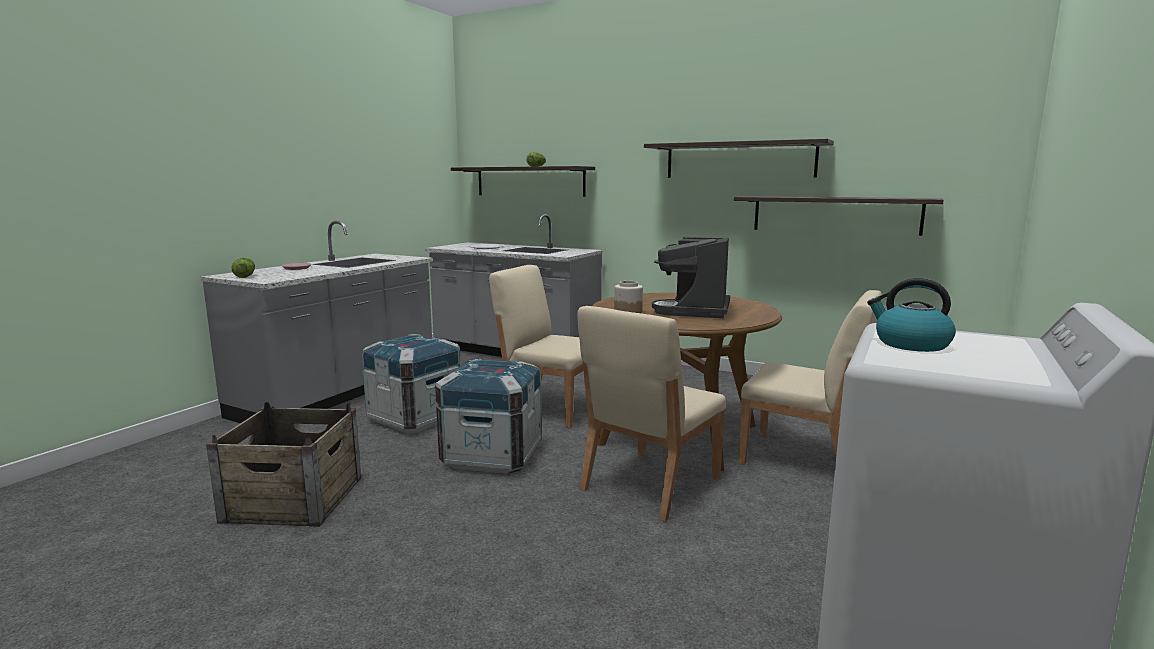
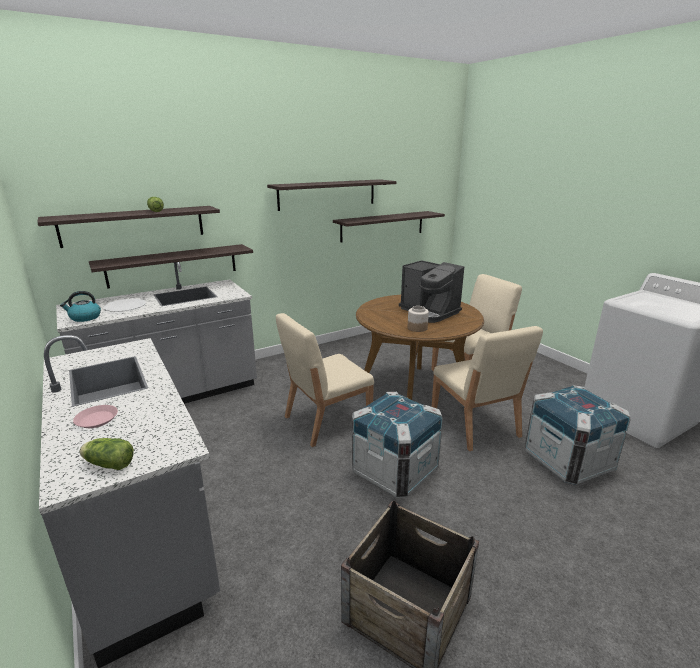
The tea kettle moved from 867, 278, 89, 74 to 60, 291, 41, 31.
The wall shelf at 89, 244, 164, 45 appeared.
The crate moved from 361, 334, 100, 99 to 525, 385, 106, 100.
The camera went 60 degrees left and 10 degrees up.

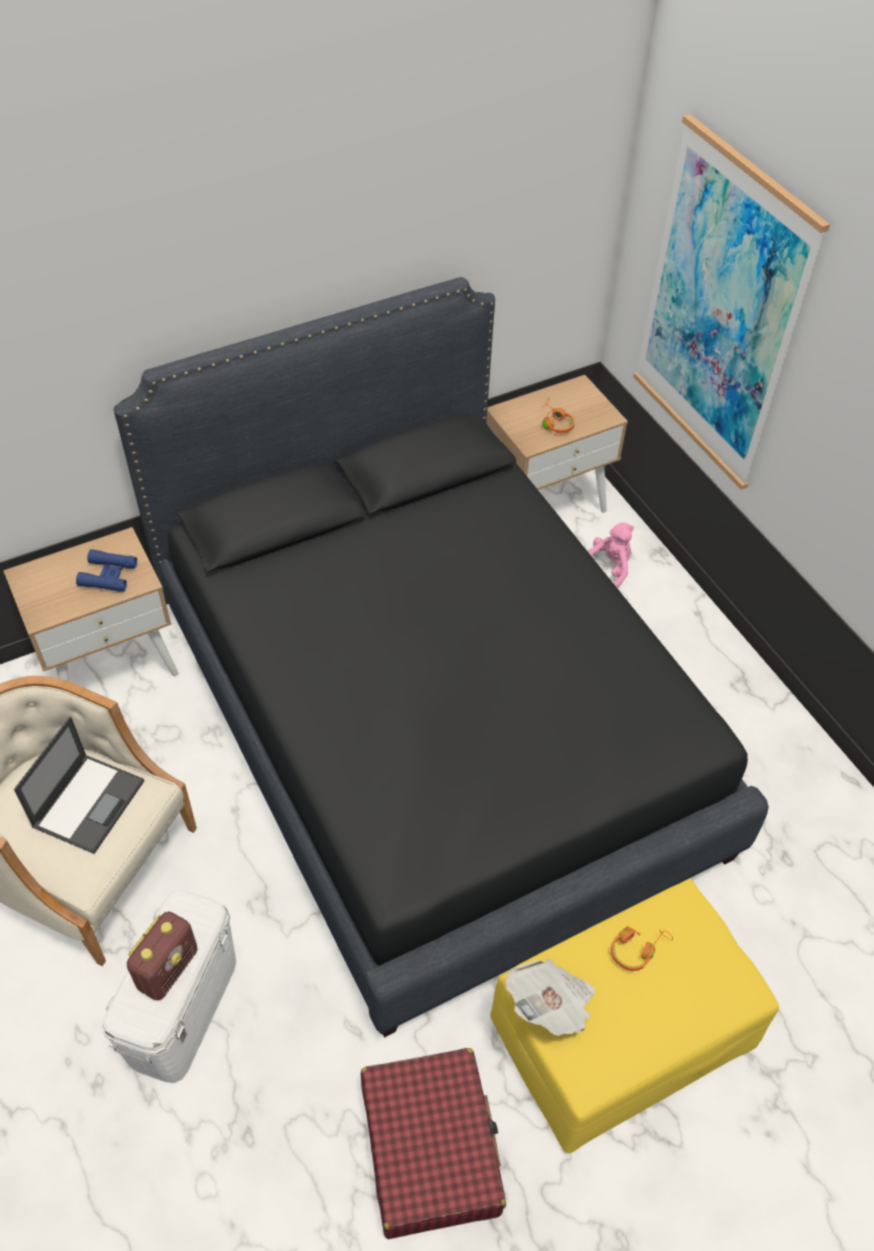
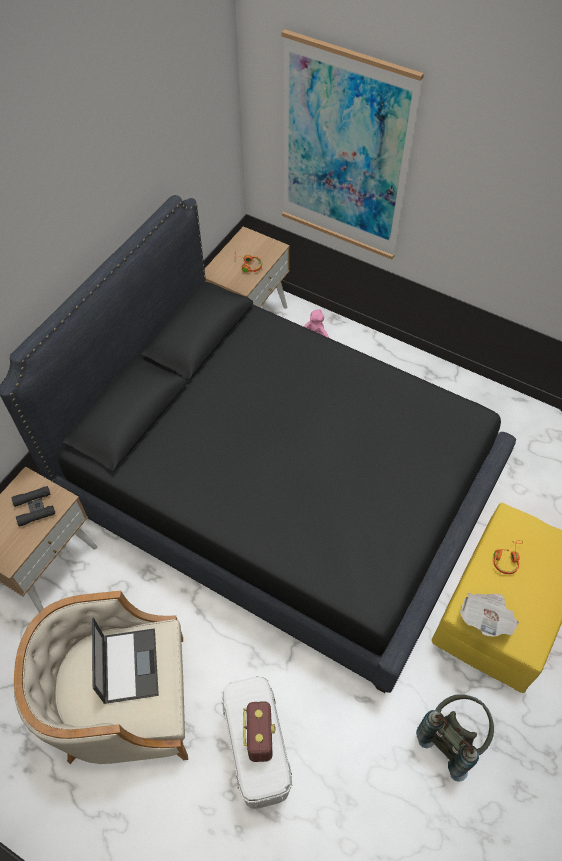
The bluish pair of binoculars at 76, 549, 61, 43 became the black pair of binoculars at 11, 486, 44, 41.
The reddish travel case at 361, 1048, 145, 191 was replaced by the grey rucksack at 416, 694, 78, 88.
The camera went 30 degrees left and 5 degrees up.

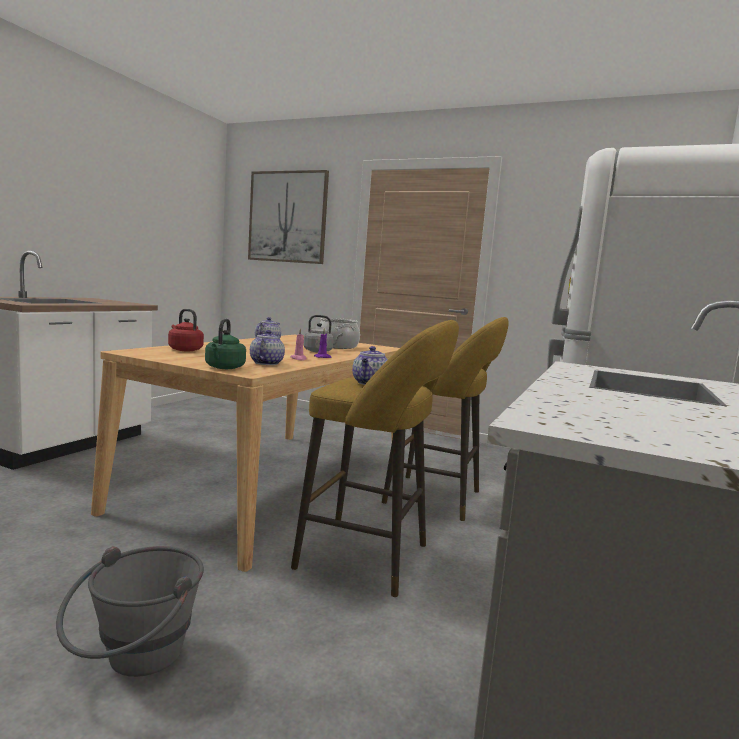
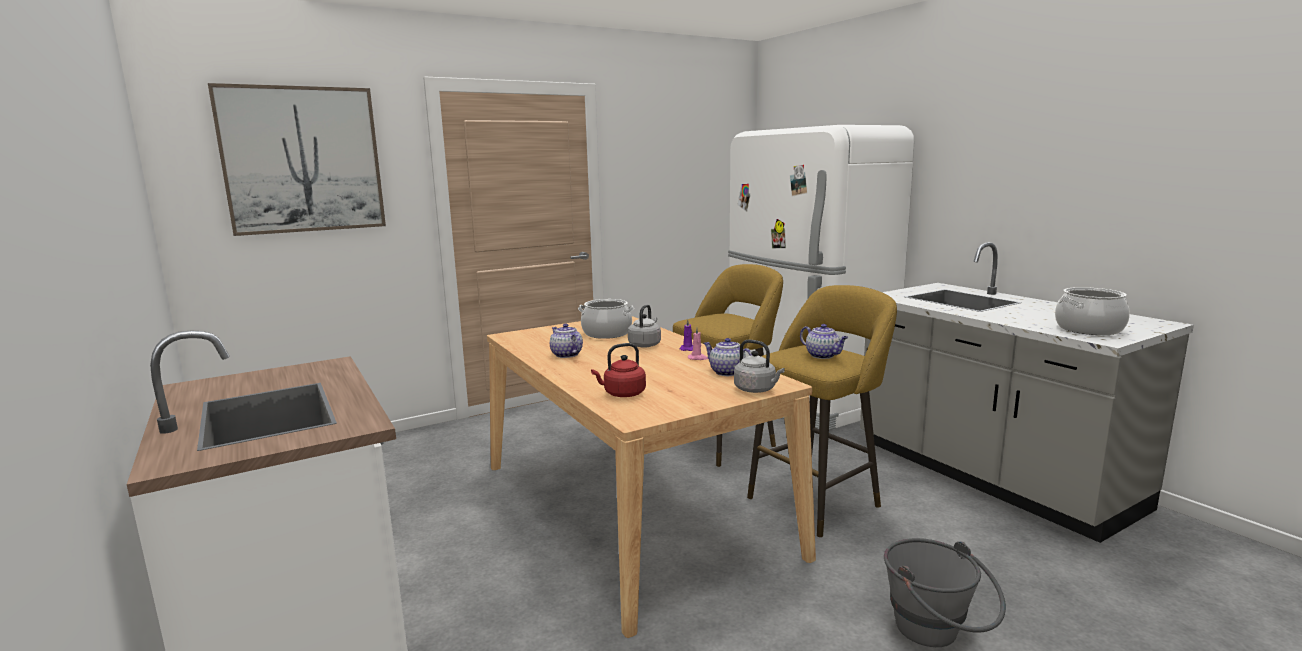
The green-coloured tea kettle at 205, 319, 41, 50 became the grey tea kettle at 734, 340, 51, 53.
The cooking pot at 1055, 287, 75, 48 appeared.
The camera went 55 degrees left and 5 degrees up.

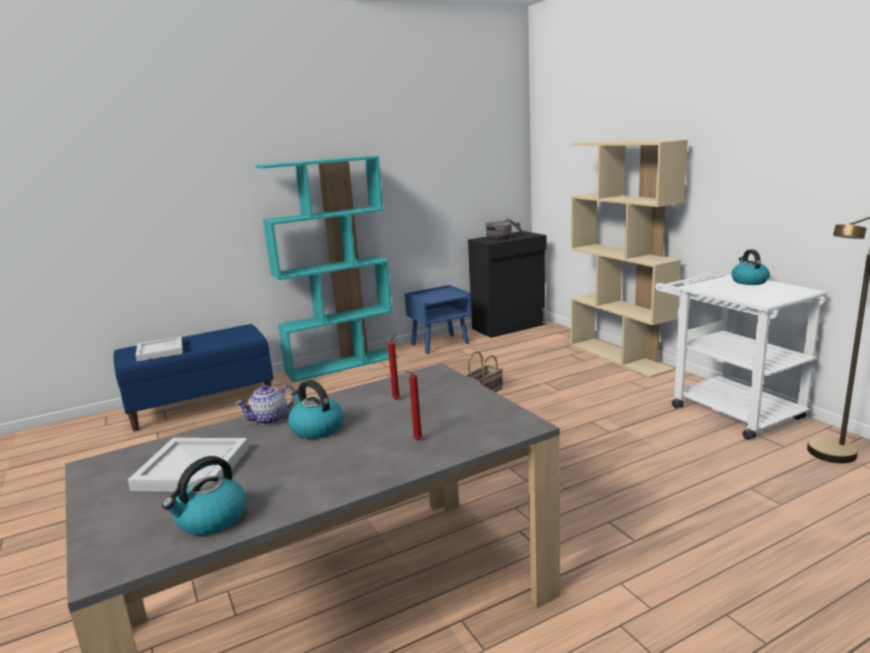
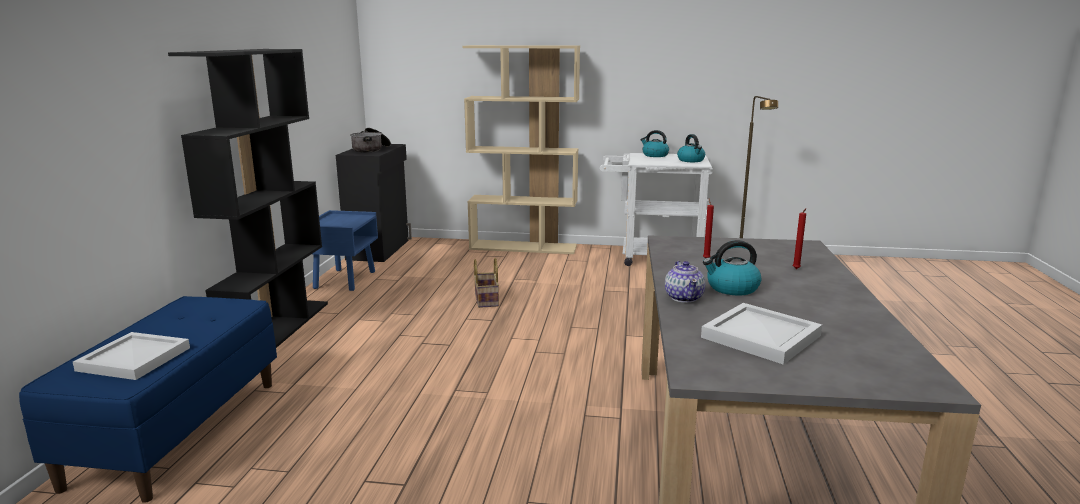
The turquoise-coloured shelving unit at 255, 156, 137, 226 became the black shelving unit at 168, 49, 160, 299.
The tea kettle moved from 162, 456, 84, 80 to 677, 134, 28, 28.
The camera went 55 degrees left and 0 degrees up.

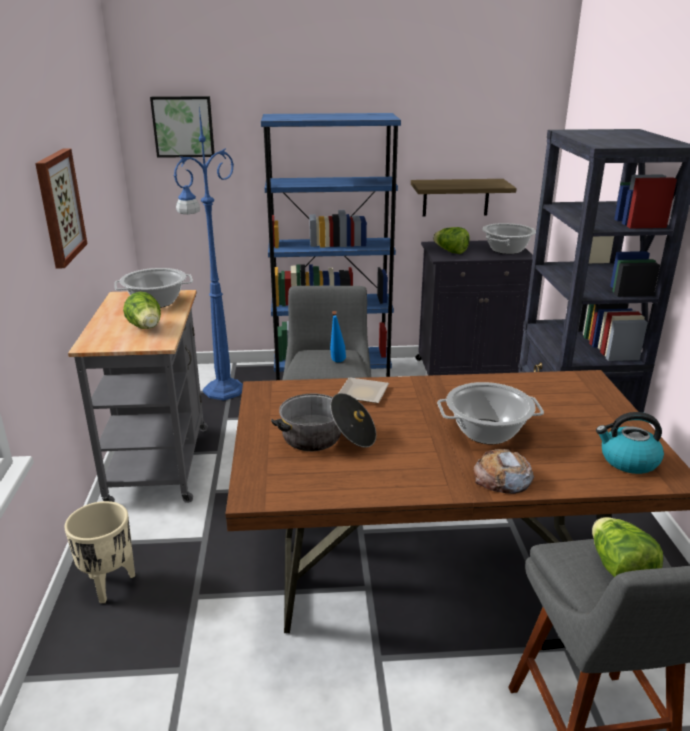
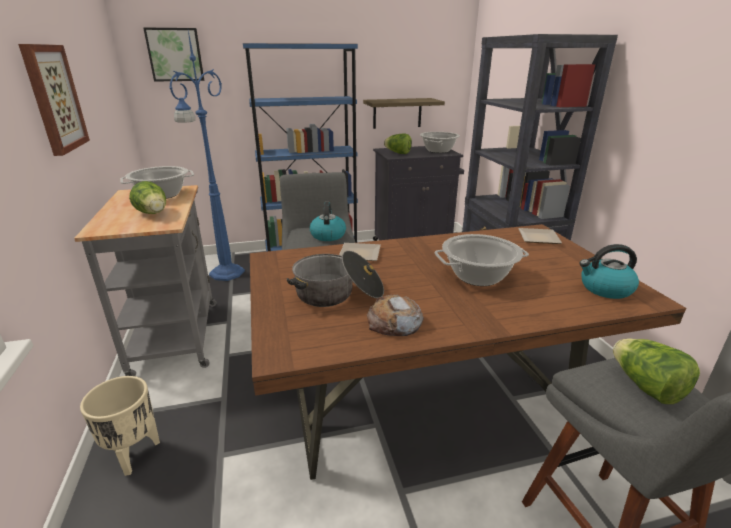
The bluish drink bottle at 330, 311, 16, 51 was replaced by the tea kettle at 310, 202, 36, 39.
The bread moved from 473, 449, 61, 45 to 367, 295, 57, 41.
The flat dish at 518, 228, 44, 16 appeared.
The camera went 10 degrees left and 0 degrees up.

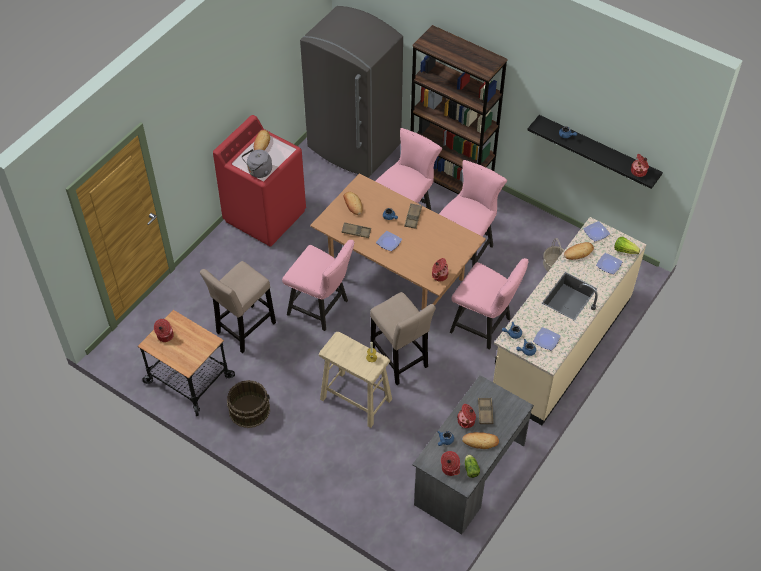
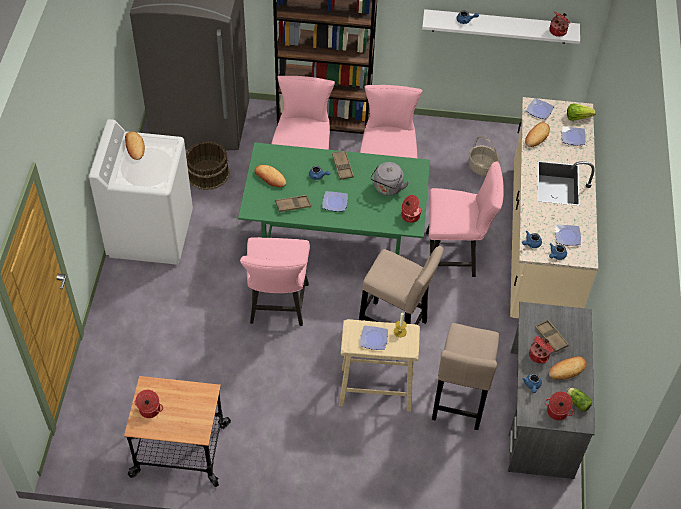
The reddish laundry appliance at 213, 115, 93, 131 became the whitish laundry appliance at 89, 119, 104, 145.
The brown-coloured bucket moved from 227, 380, 43, 48 to 186, 141, 43, 49.
The brown-coloured dining table at 310, 173, 176, 137 became the green-coloured dining table at 238, 142, 192, 113.
The pink upright chair at 282, 240, 72, 91 turned 90 degrees clockwise.
The flat dish at 360, 326, 28, 24 appeared.
The grey tea kettle moved from 242, 149, 30, 29 to 370, 162, 39, 34.
The black wall shelf at 528, 115, 135, 74 became the whitish wall shelf at 422, 9, 158, 35.
The beige stool seat moved from 200, 261, 76, 92 to 432, 323, 67, 107.
The camera went 30 degrees left and 0 degrees up.

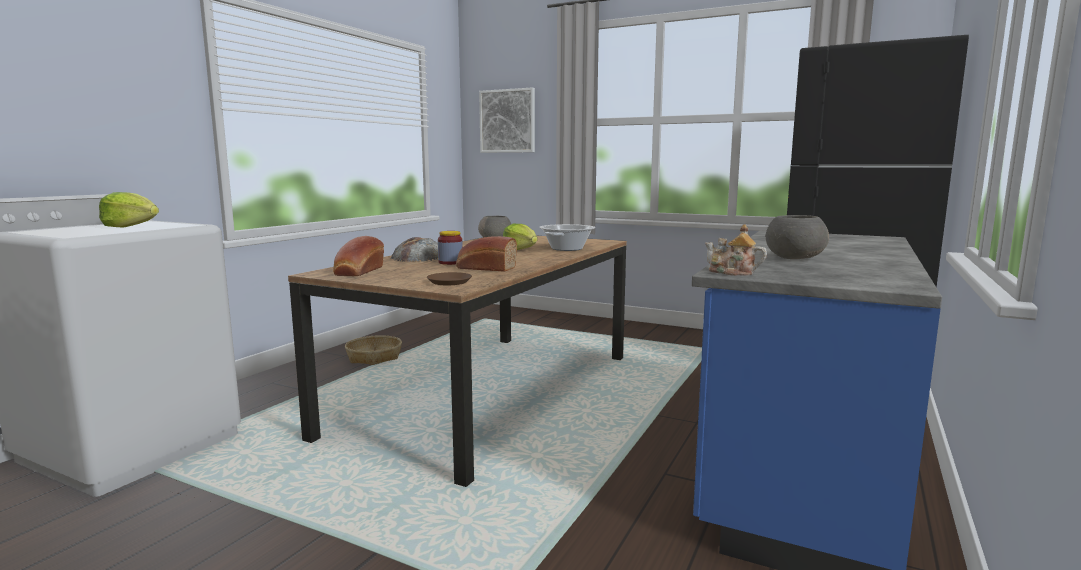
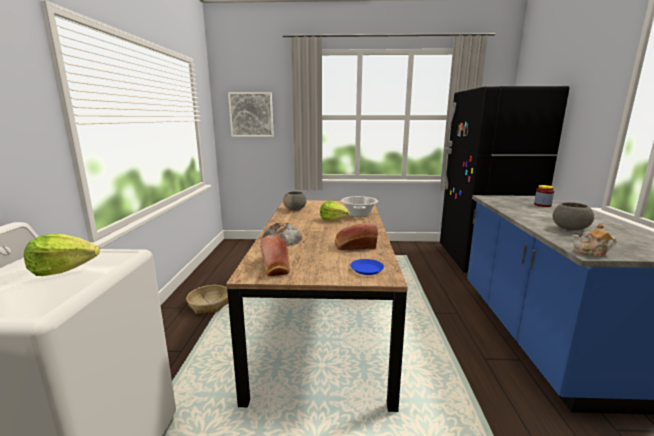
The brown-coloured flat dish at 427, 272, 45, 13 became the bluish flat dish at 350, 259, 34, 16.
The storage jar moved from 438, 231, 25, 34 to 534, 185, 20, 22.
The camera went 25 degrees left and 5 degrees up.

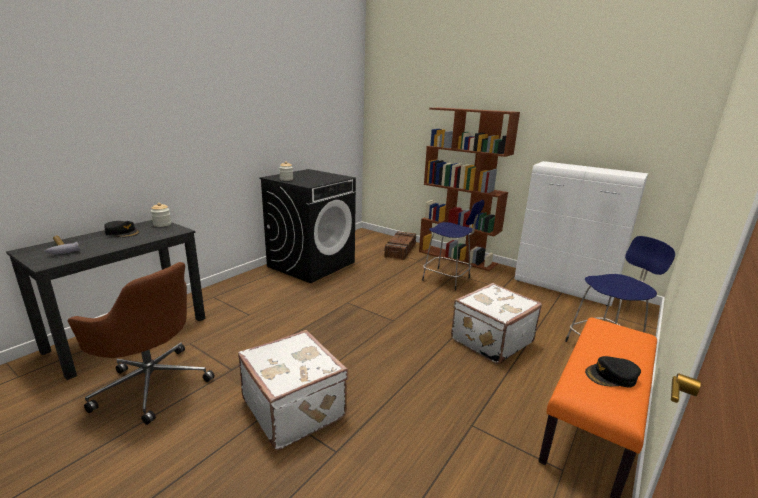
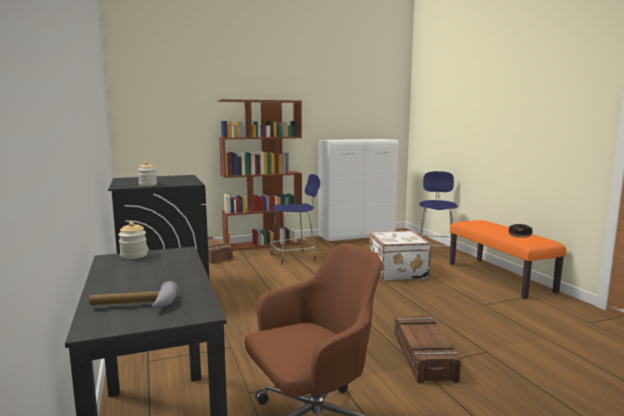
The whitish travel case at 238, 330, 110, 120 was replaced by the crate at 394, 315, 67, 68.
The black peaked cap at 104, 221, 36, 16 disappeared.
The camera went 55 degrees left and 10 degrees down.

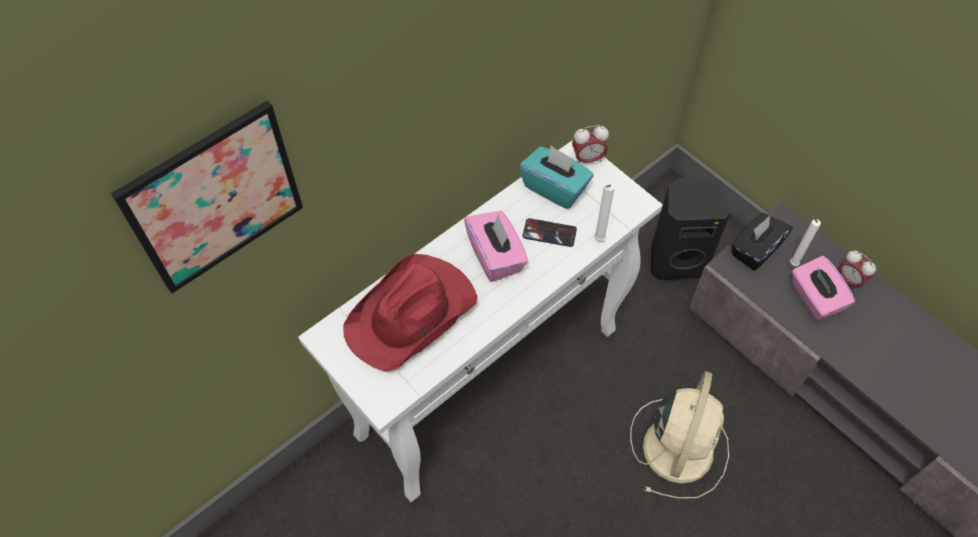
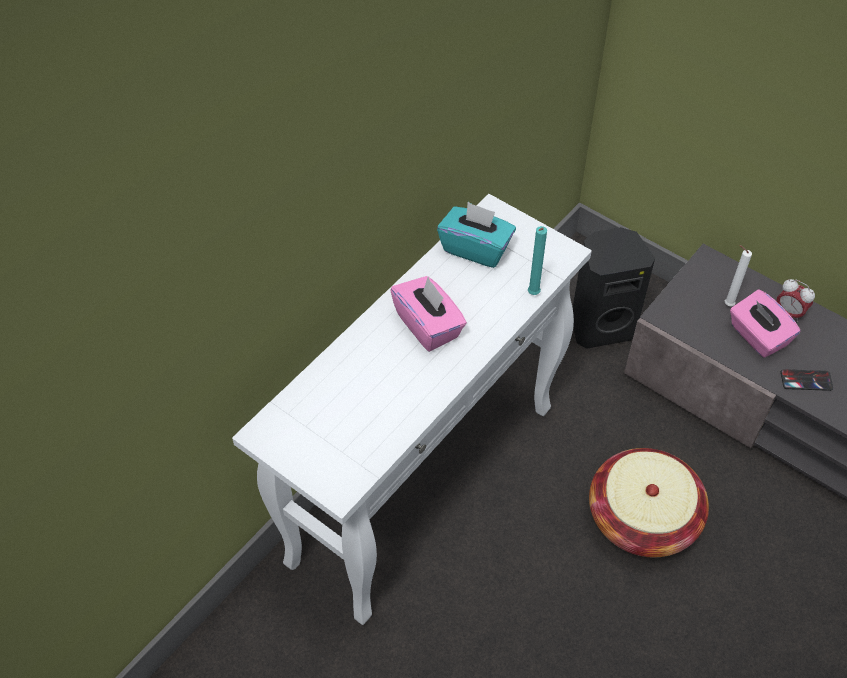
The whitish wax light at 594, 182, 21, 59 became the turquoise-coloured wax light at 528, 226, 19, 69.
The beige fan at 630, 371, 99, 128 was replaced by the storage basket at 589, 448, 120, 109.
The handset moved from 523, 218, 54, 29 to 781, 369, 52, 22.
The picture at 111, 100, 192, 193 disappeared.
The reddish hat at 343, 254, 134, 118 disappeared.
The alarm clock at 572, 125, 37, 38 disappeared.
The black box of tissues at 731, 213, 62, 57 disappeared.
The camera went 10 degrees left and 5 degrees down.

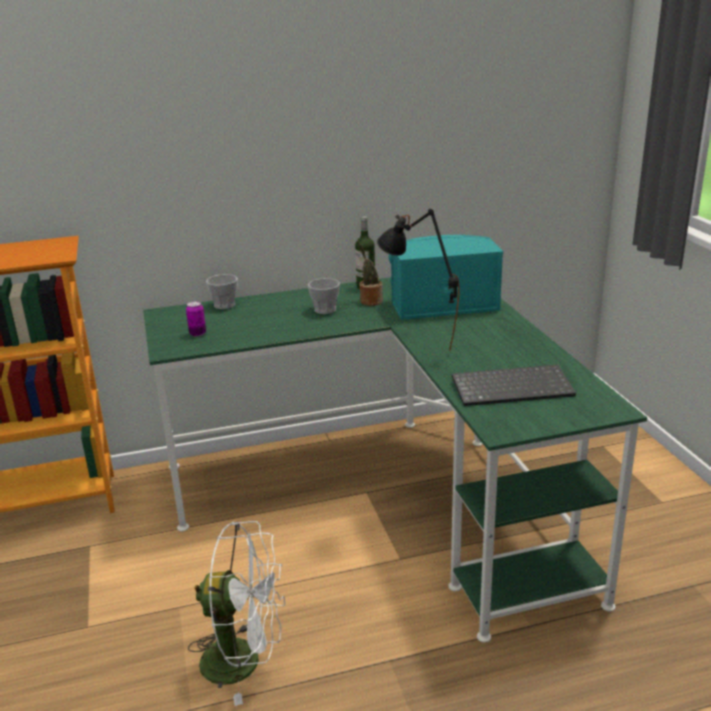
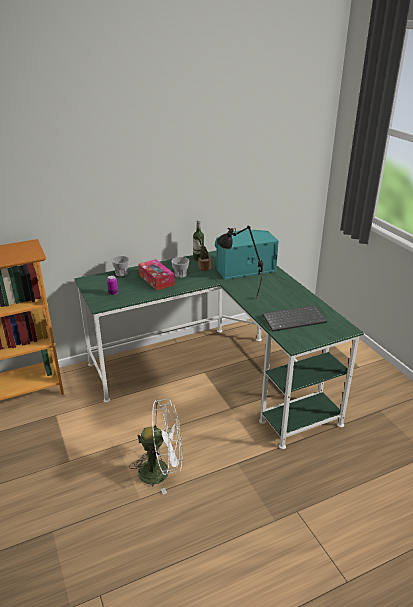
The box of tissues at 138, 259, 37, 31 appeared.
The camera went 10 degrees left and 5 degrees up.

